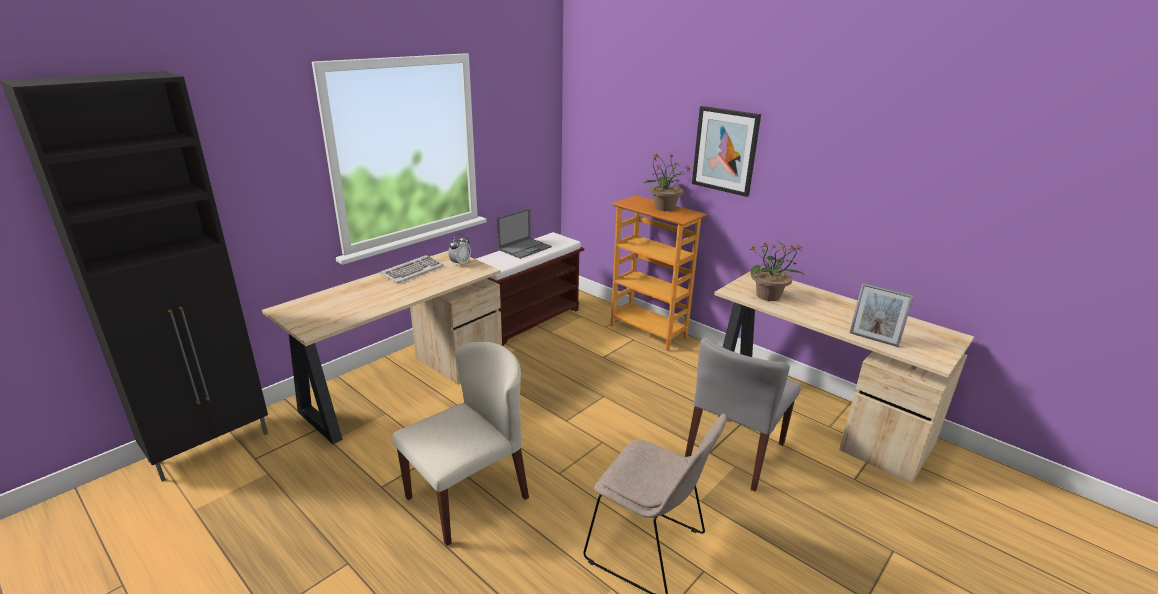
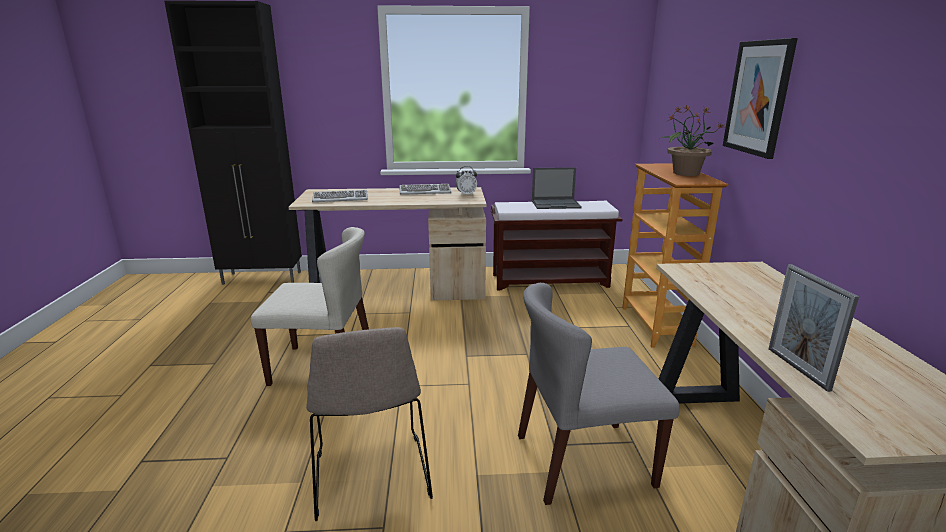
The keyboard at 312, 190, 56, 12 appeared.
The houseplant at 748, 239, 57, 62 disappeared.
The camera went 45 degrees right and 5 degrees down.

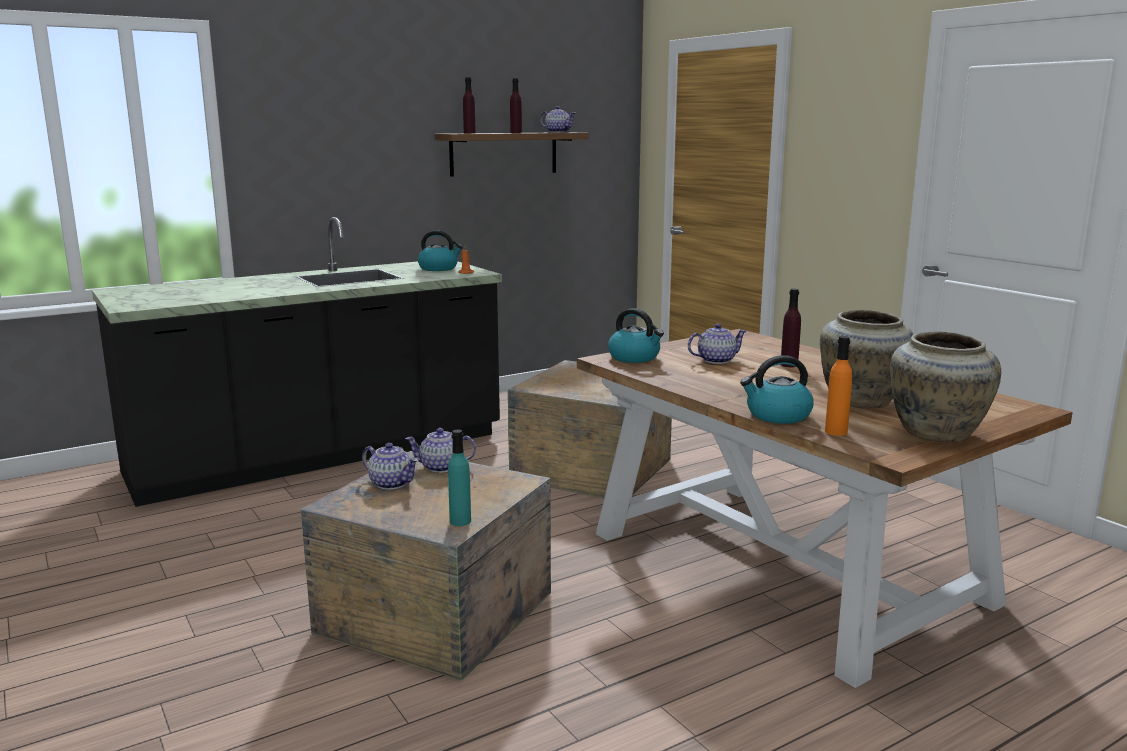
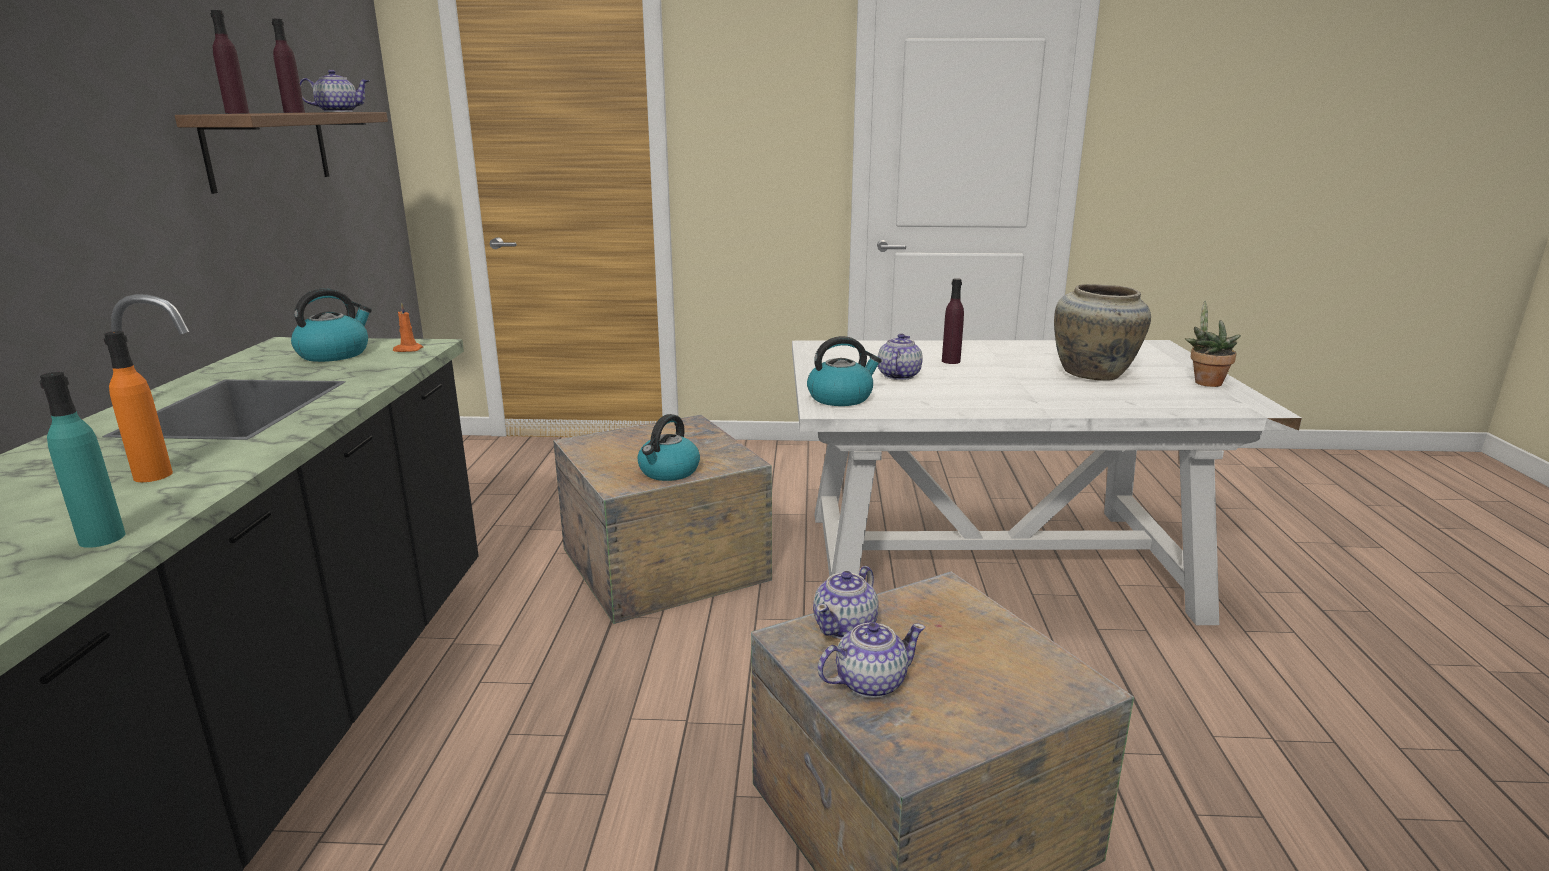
The turquoise-coloured drink bottle moved from 448, 430, 23, 96 to 39, 372, 86, 176.
The orangey drink bottle moved from 825, 336, 27, 100 to 104, 331, 69, 151.
The tea kettle moved from 740, 355, 74, 69 to 638, 414, 62, 67.
The brown-coloured dining table at 577, 329, 496, 359 became the whitish dining table at 792, 340, 510, 285.
The beige flower vase at 890, 332, 111, 111 was replaced by the houseplant at 1185, 300, 56, 87.
The camera went 55 degrees left and 5 degrees up.

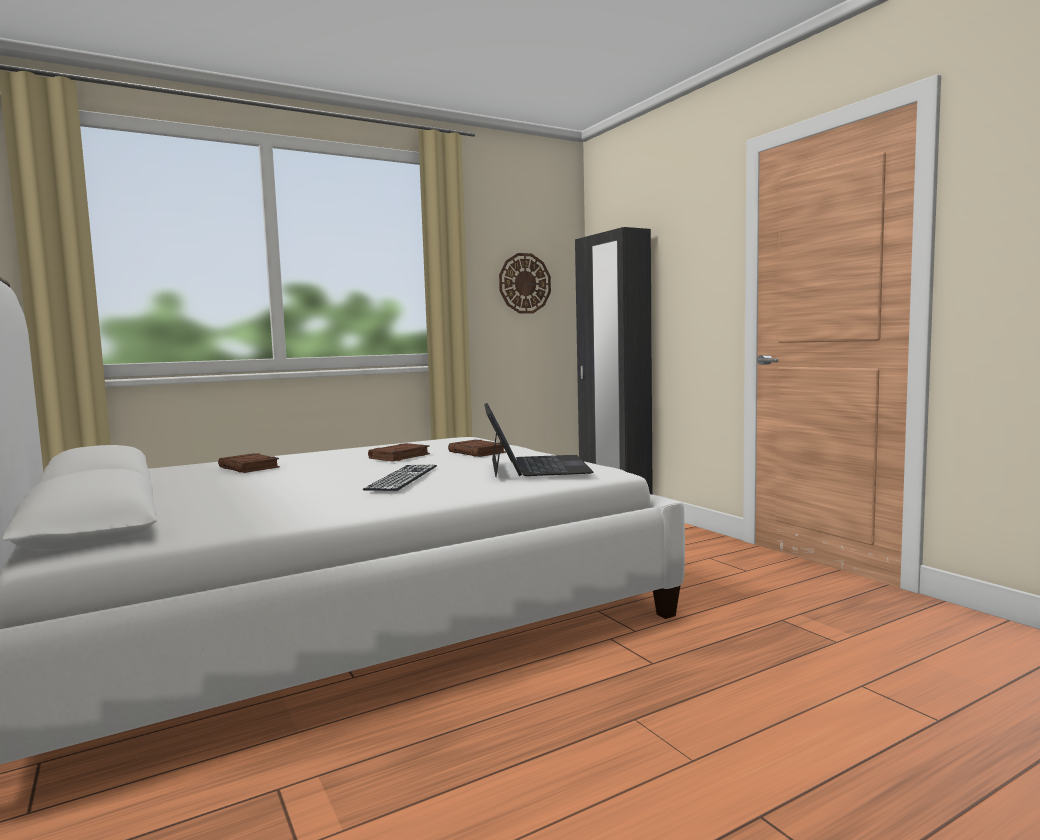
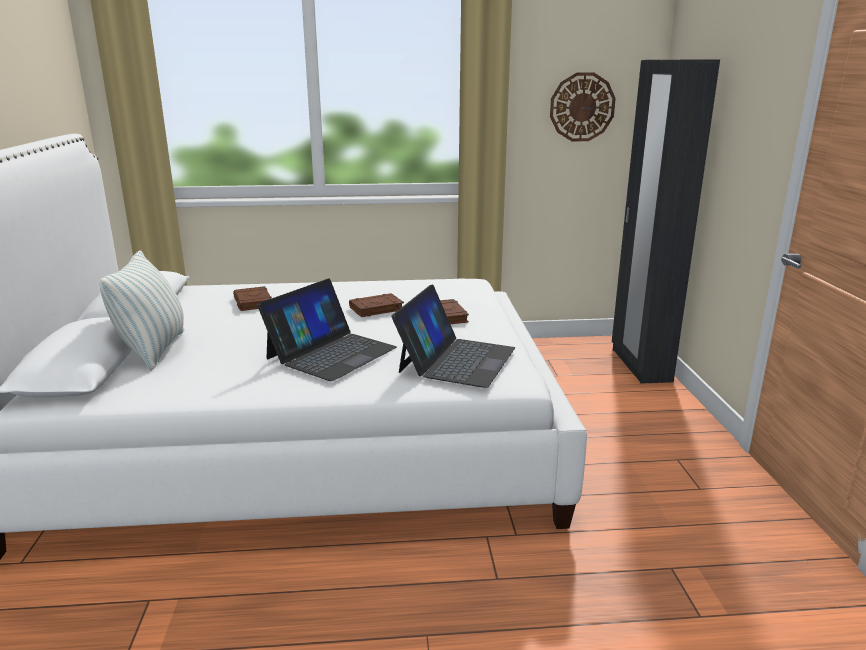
The throw pillow at 99, 251, 85, 120 appeared.
The keyboard at 363, 464, 74, 27 was replaced by the notebook computer at 257, 278, 140, 103.
The camera went 25 degrees right and 15 degrees up.

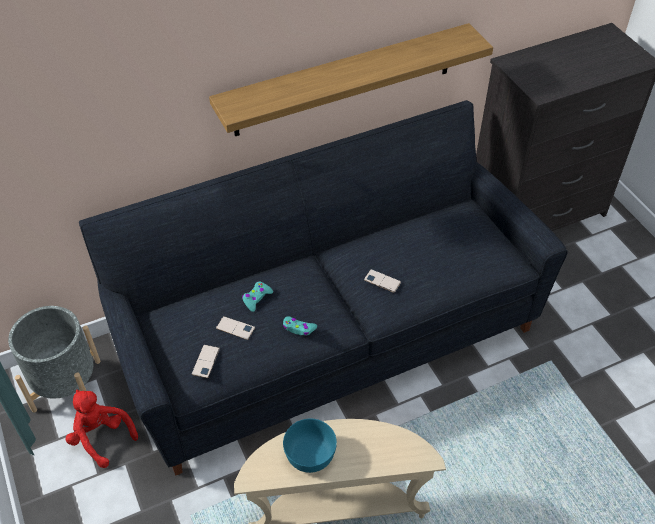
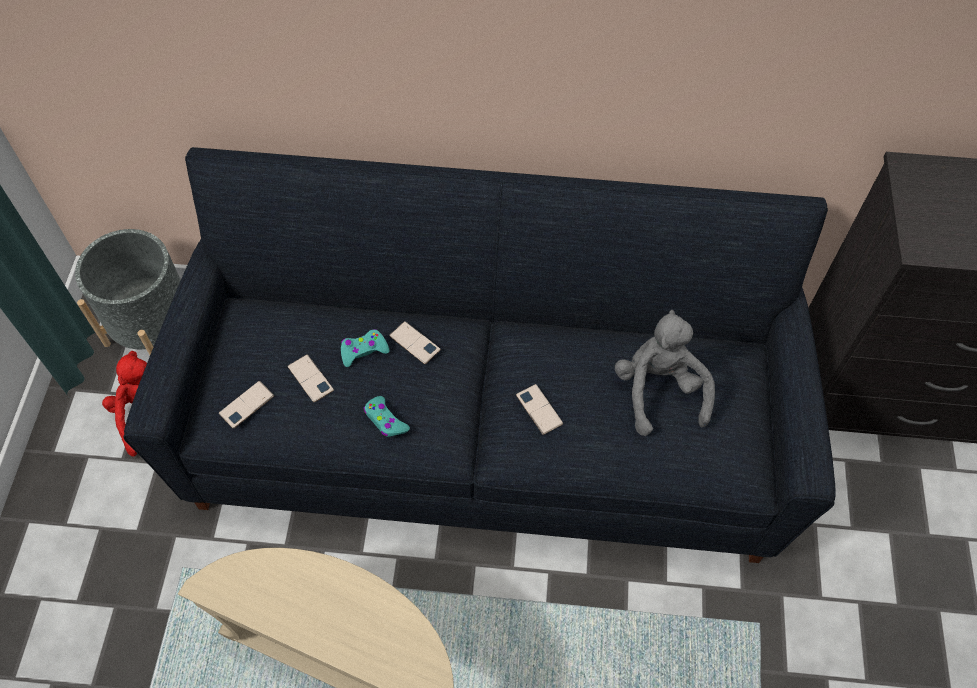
The handset at 389, 321, 52, 43 appeared.
The grey soft toy at 615, 310, 100, 126 appeared.
The wall shelf at 209, 23, 284, 113 disappeared.
The turquoise-coloured serving bowl at 283, 419, 54, 54 disappeared.
The camera went 30 degrees right and 10 degrees up.

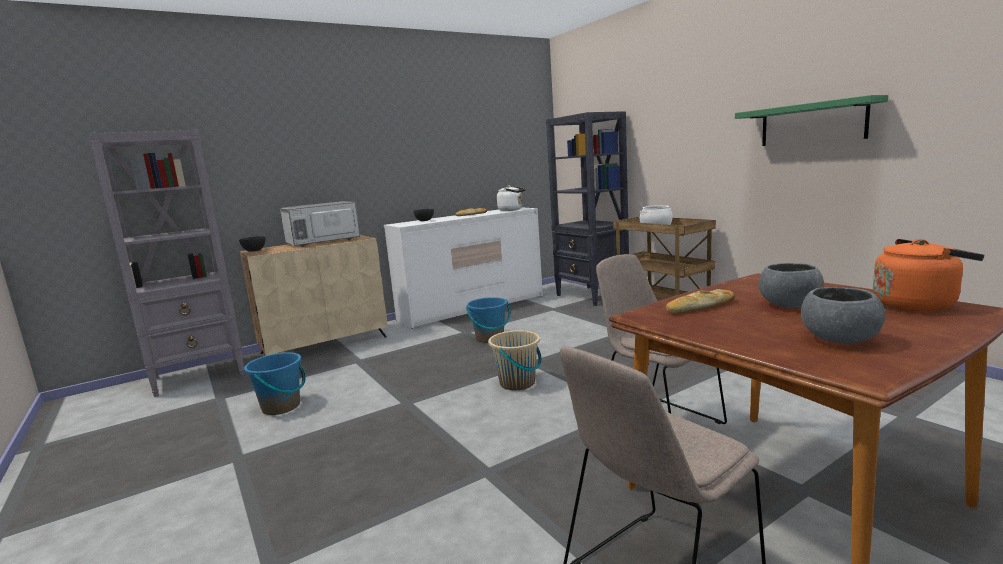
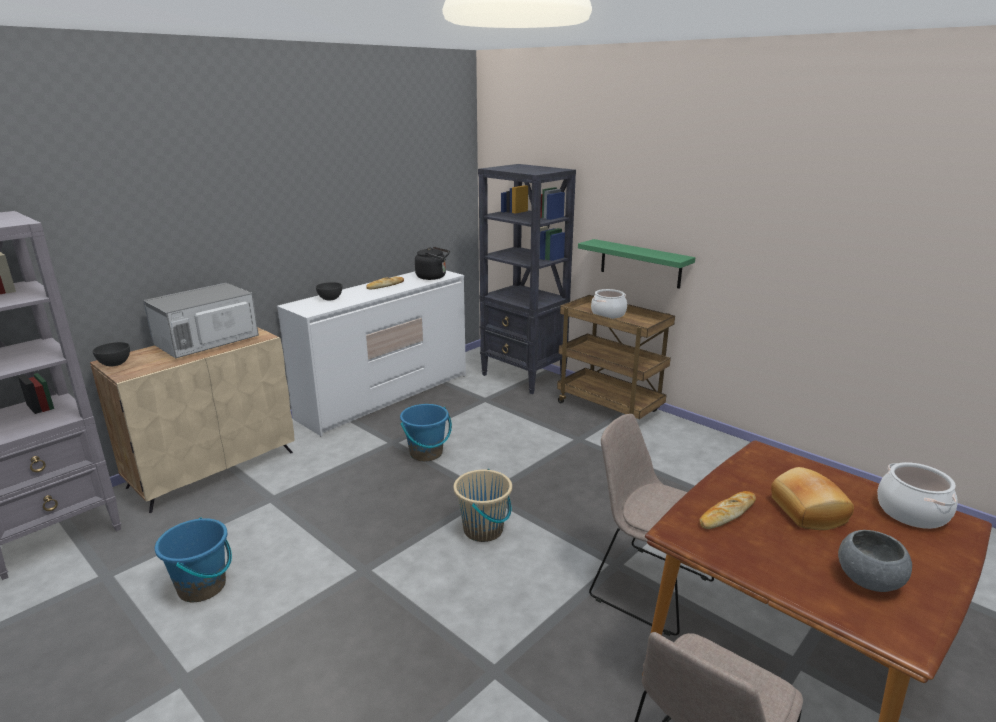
The whitish tea kettle at 497, 185, 29, 26 became the black tea kettle at 415, 246, 35, 34.
The green-coloured wall shelf moved from 735, 95, 153, 51 to 578, 239, 117, 50.
The grey serving bowl at 759, 263, 65, 45 was replaced by the bread at 771, 467, 83, 63.
The orangey tea kettle at 873, 239, 111, 72 was replaced by the cooking pot at 877, 462, 81, 67.
The camera went 15 degrees left and 10 degrees up.

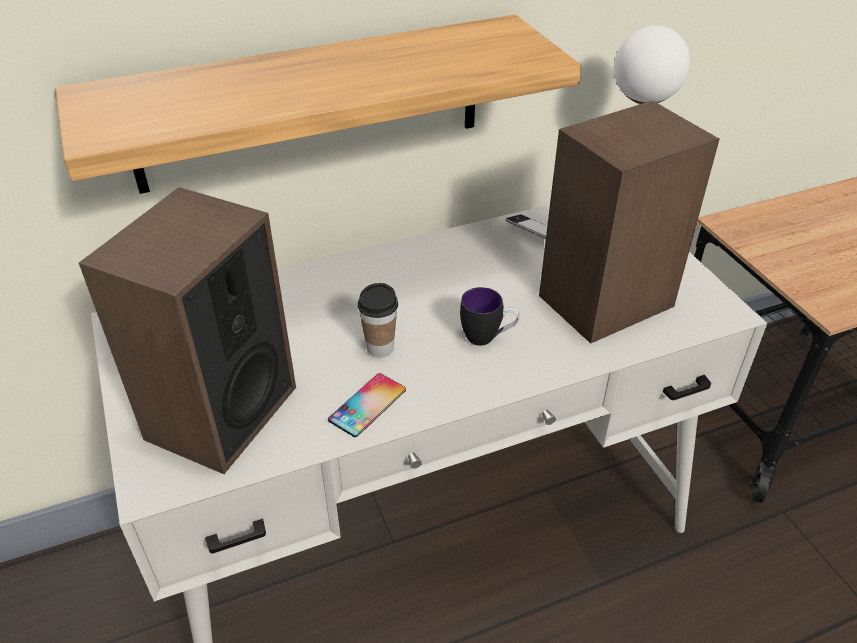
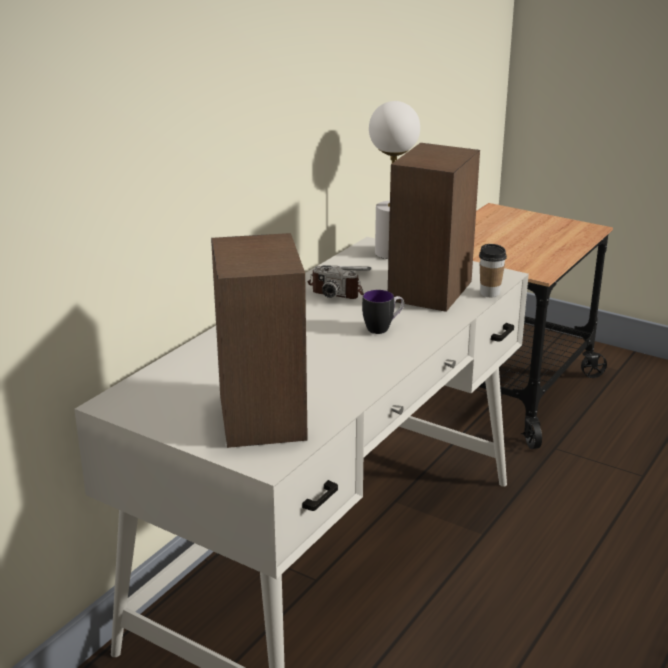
The still camera at 307, 266, 57, 33 appeared.
The cup moved from 358, 283, 40, 74 to 479, 244, 28, 53.
The wall shelf at 55, 15, 527, 179 disappeared.
The handset at 328, 373, 78, 64 disappeared.
The camera went 35 degrees left and 15 degrees down.

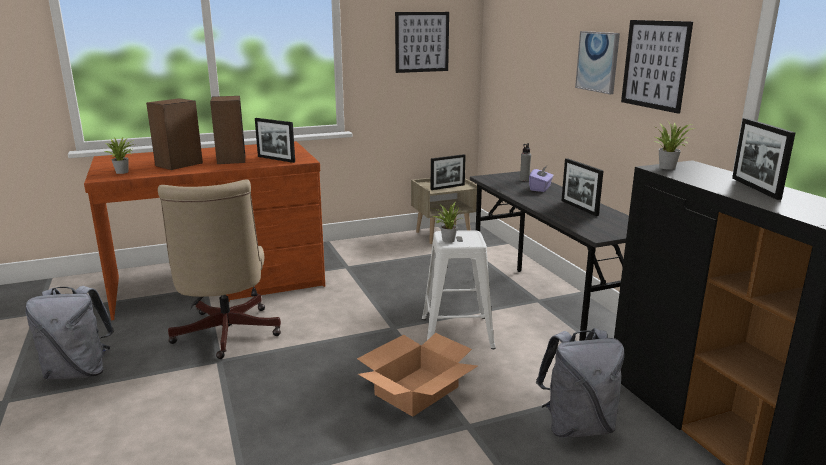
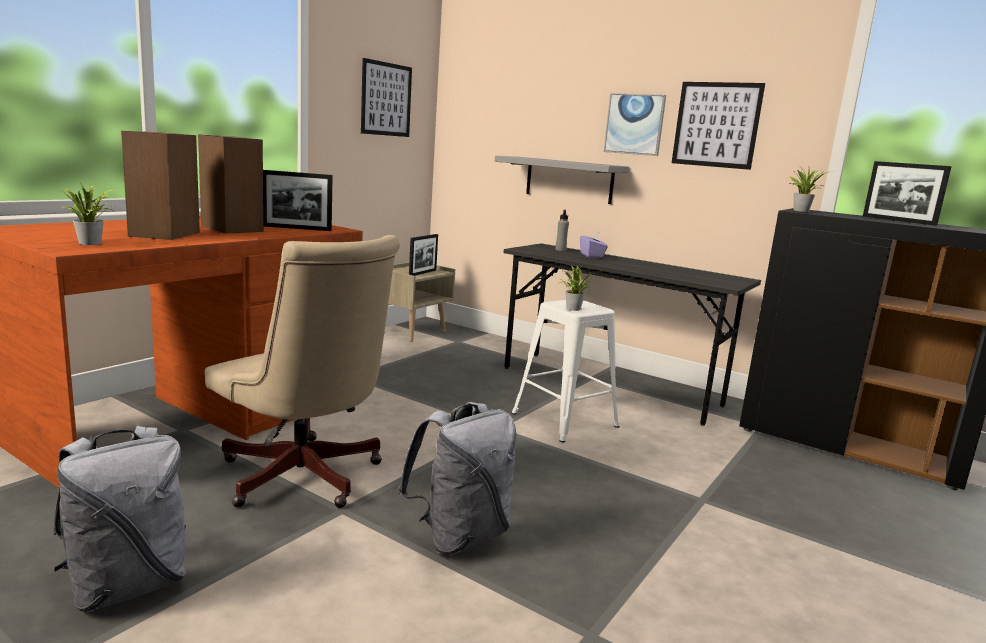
The grey rucksack moved from 536, 328, 88, 110 to 397, 402, 119, 153.
The grey wall shelf at 495, 156, 134, 48 appeared.
The cardboard box at 357, 333, 121, 84 disappeared.
The photo frame at 562, 158, 41, 58 disappeared.
The camera went 35 degrees left and 5 degrees down.

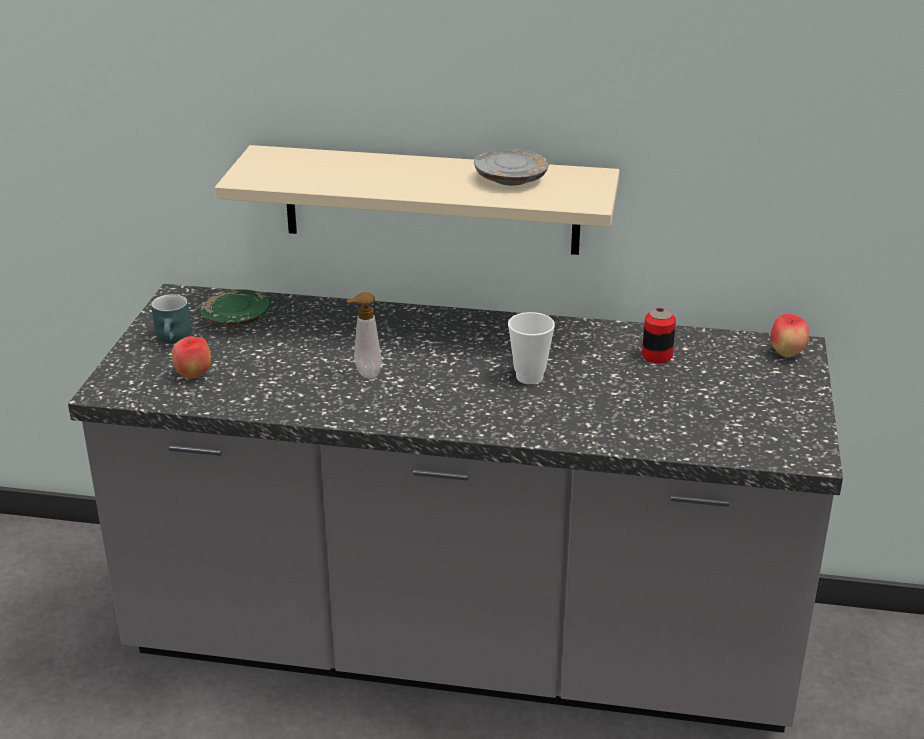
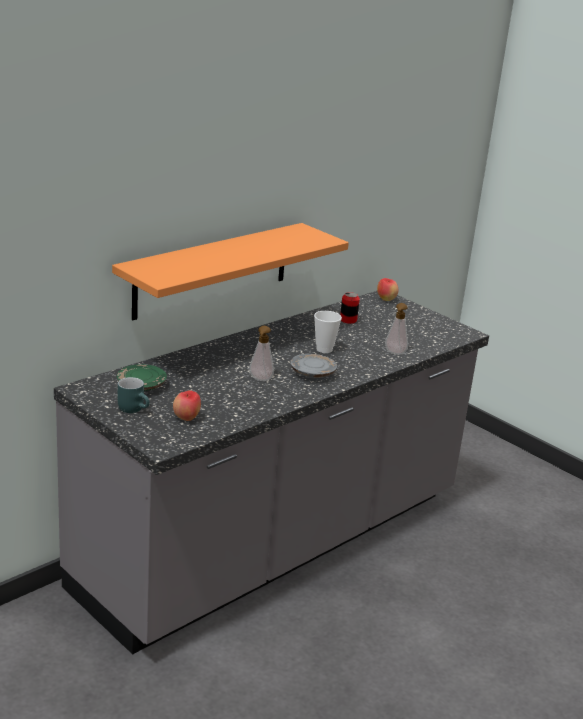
The beige wall shelf at 215, 145, 405, 110 became the orangey wall shelf at 112, 223, 237, 97.
The grey flat dish moved from 474, 149, 75, 37 to 290, 354, 47, 24.
The liquid soap bottle at 385, 303, 23, 52 appeared.
The camera went 55 degrees left and 5 degrees down.

